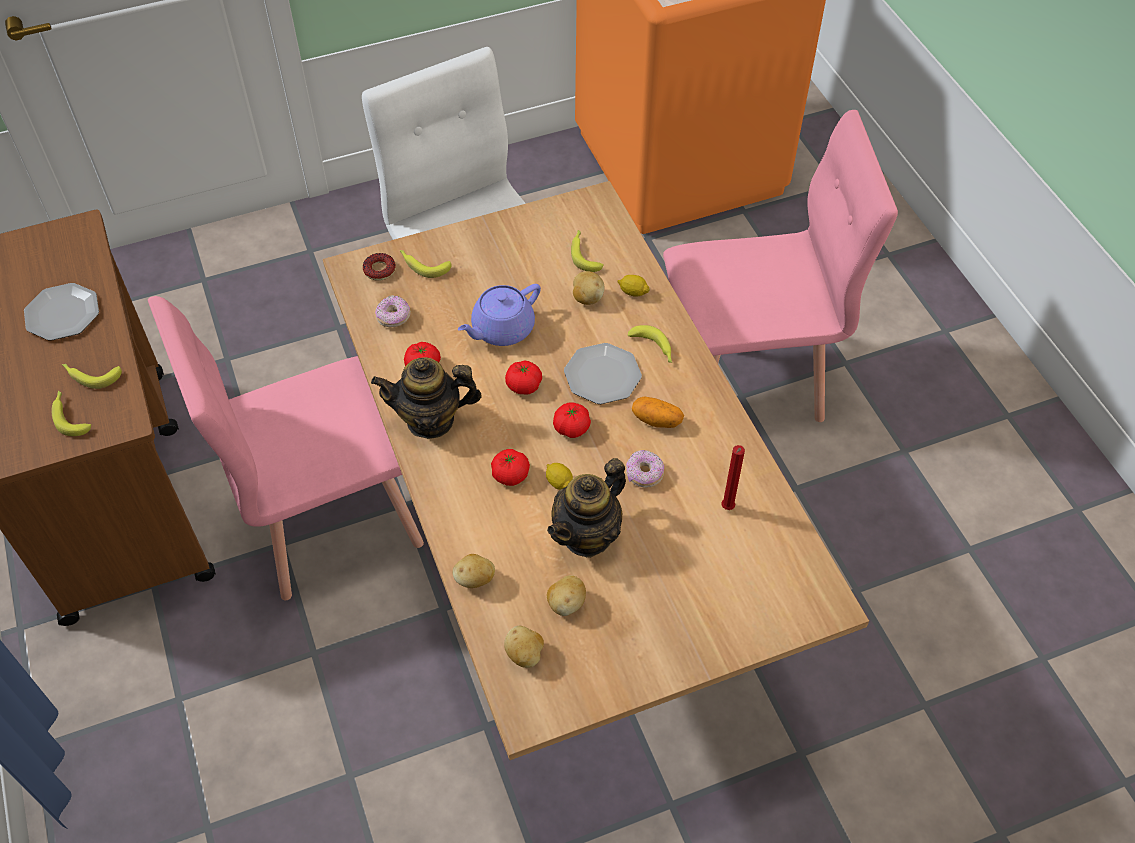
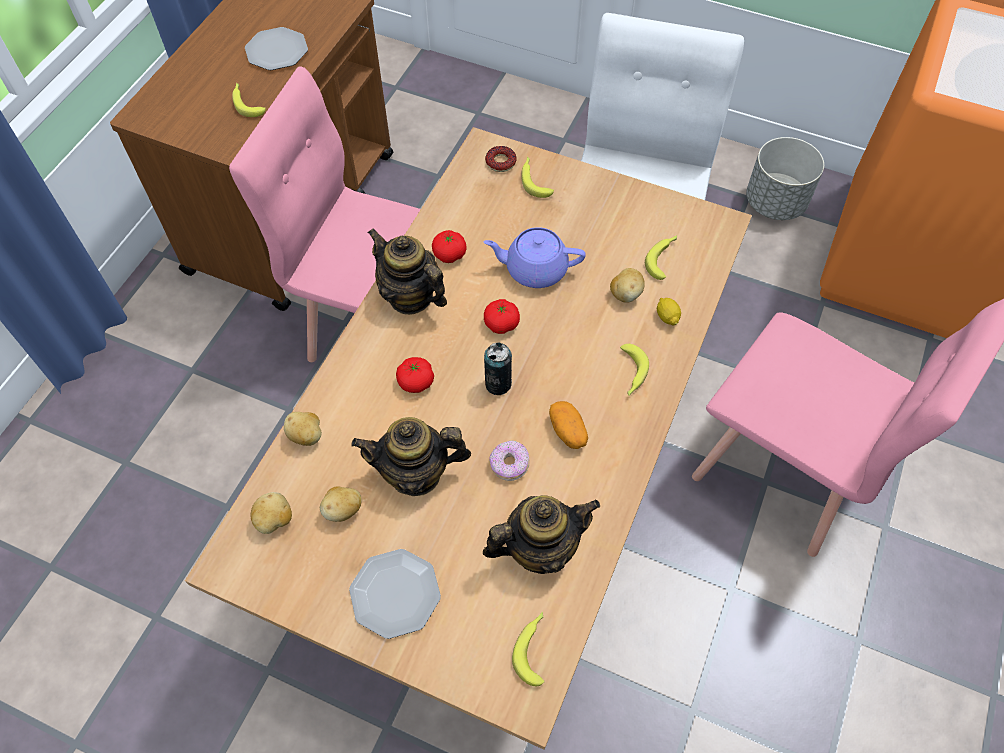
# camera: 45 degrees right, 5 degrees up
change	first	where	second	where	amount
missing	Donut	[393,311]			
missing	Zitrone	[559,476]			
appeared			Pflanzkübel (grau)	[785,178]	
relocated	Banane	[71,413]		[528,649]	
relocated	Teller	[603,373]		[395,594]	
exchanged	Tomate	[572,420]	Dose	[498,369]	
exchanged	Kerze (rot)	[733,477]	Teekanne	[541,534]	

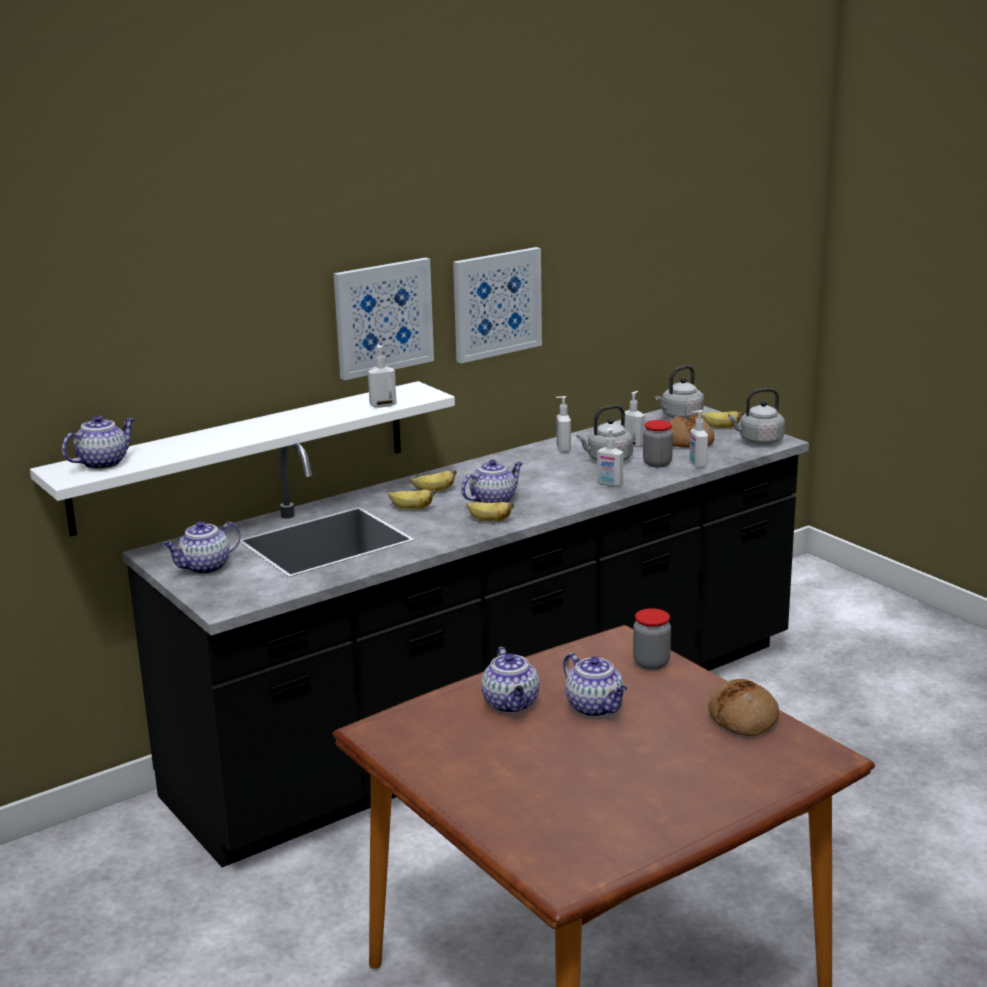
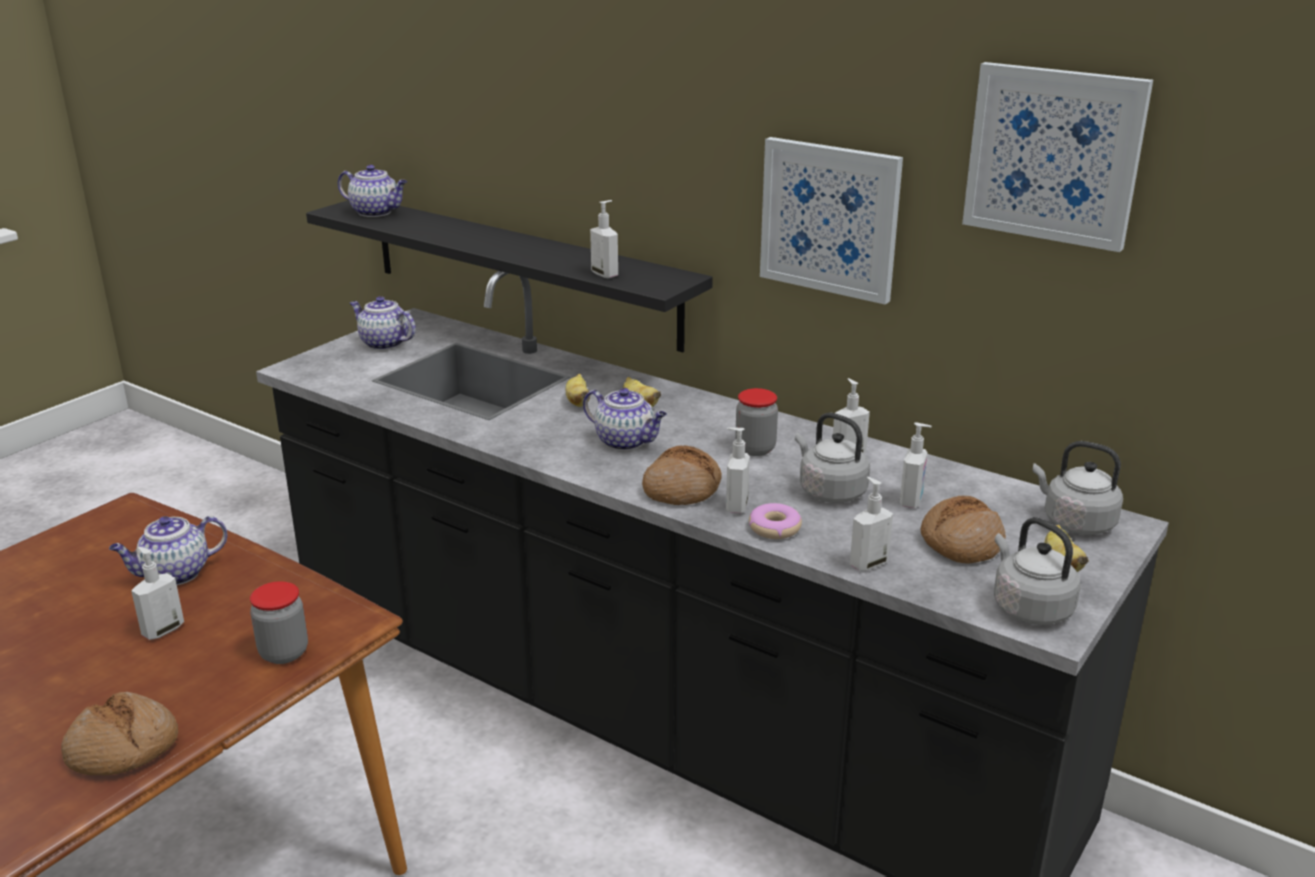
# camera: 70 degrees right, 5 degrees up
change	first	where	second	where	amount
missing	Banane	[490,512]			
appeared			Brot	[682,475]	
appeared			Donut	[775,521]	
relocated	Bild	[383,319]		[1057,157]	
relocated	Vorratsglas	[658,443]		[756,422]	
exchanged	Teekanne	[595,685]	Seifenspender	[157,593]	
colour	Wandregal (weiß)	[242,458]	Wandregal (schwarz)	[509,276]	

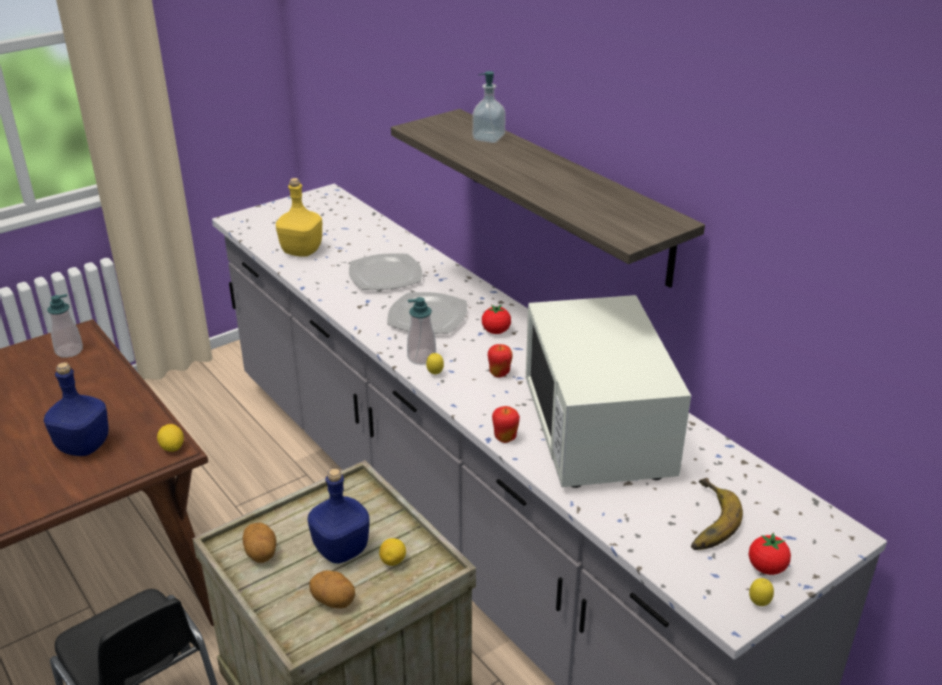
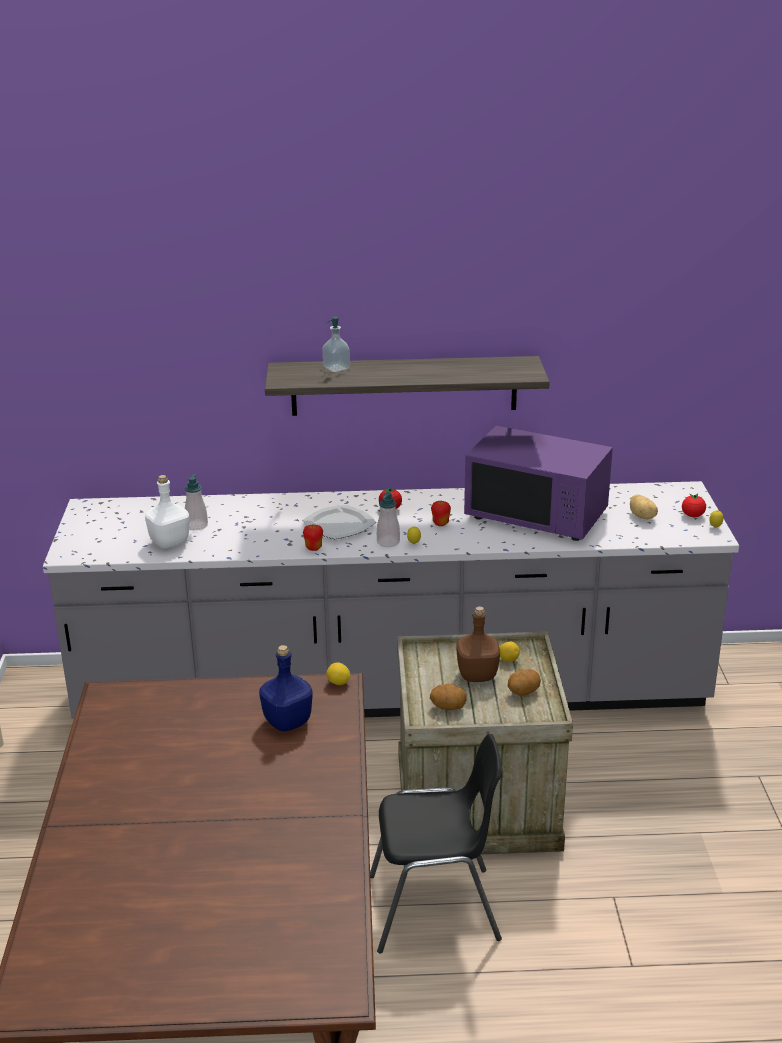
# camera: 55 degrees left, 5 degrees down
change	first	where	second	where	amount
missing	Teller	[385,271]			
relocated	Seifenspender	[65,326]		[196,502]	
relocated	Apfel	[506,424]		[313,538]	
exchanged	Banane	[717,514]	Kartoffel	[644,507]	
colour	Flasche (gelb)	[299,217]	Flasche (weiß)	[167,512]	
colour	Flasche (blau)	[339,515]	Flasche (braun)	[478,644]	
colour	Mikrowelle (weiß)	[608,391]	Mikrowelle (lila)	[538,483]	

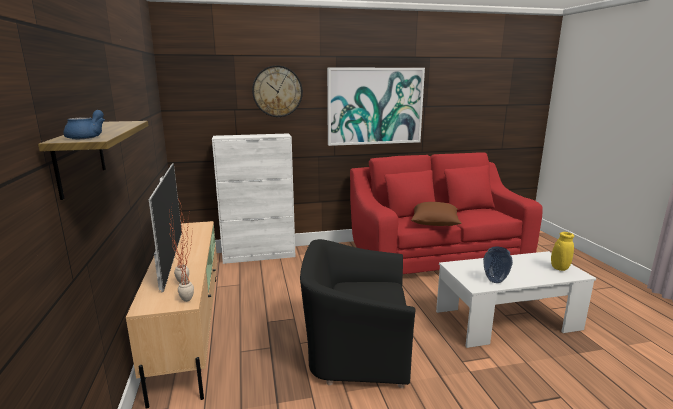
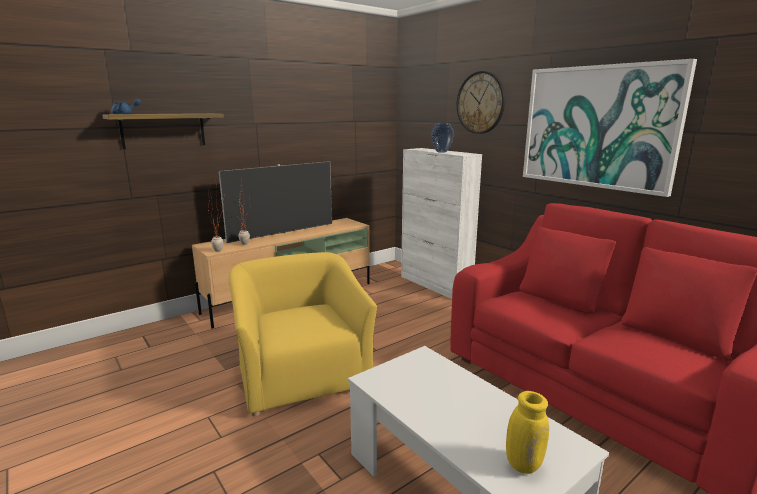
# camera: 65 degrees right, 0 degrees up
change	first	where	second	where	amount
missing	Kissen (braun)	[436,214]			
relocated	Vase	[498,264]		[442,138]	
colour	Sessel (schwarz)	[357,313]	Sessel (gelb)	[302,334]	

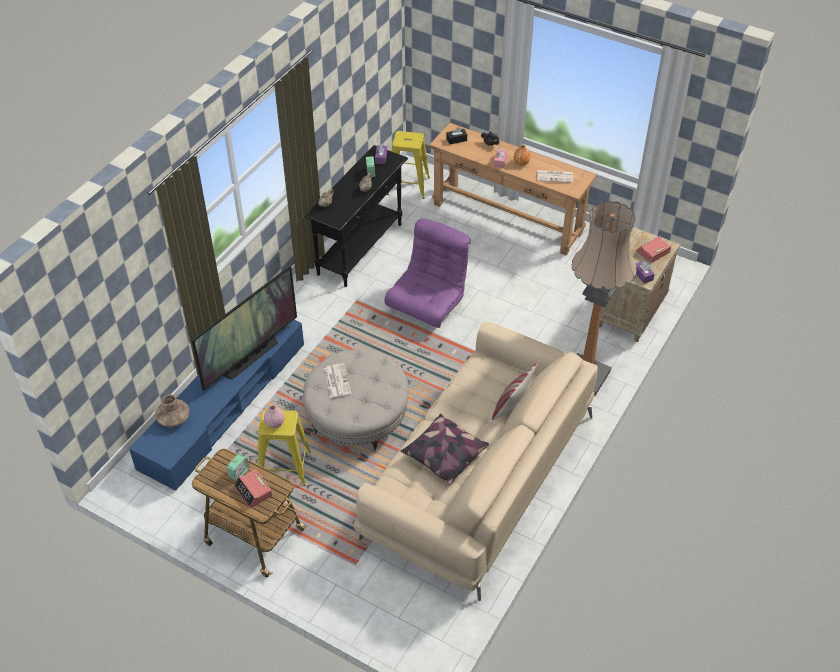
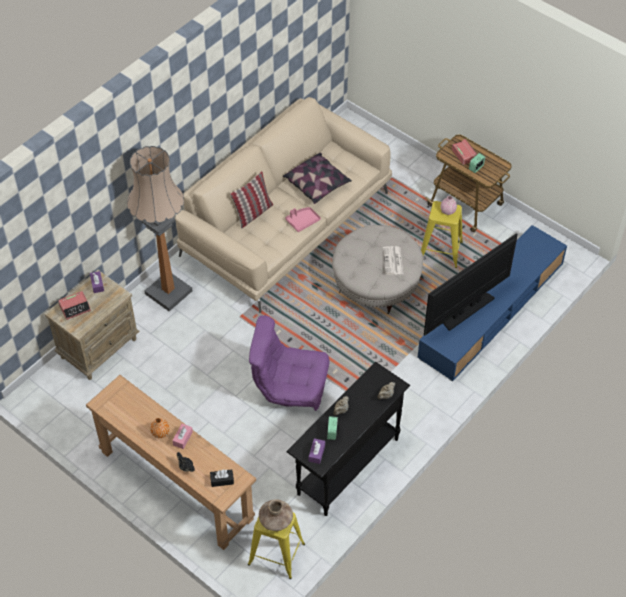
# camera: 170 degrees left, 5 degrees up
change	first	where	second	where	amount
missing	Zeitung	[555,176]			
appeared			Tablett (rosa)	[303,219]	
relocated	Vase (braun)	[172,410]		[276,515]	
spun	Sessel (lila)	[428,273]		[289,363]	60 degrees clockwise

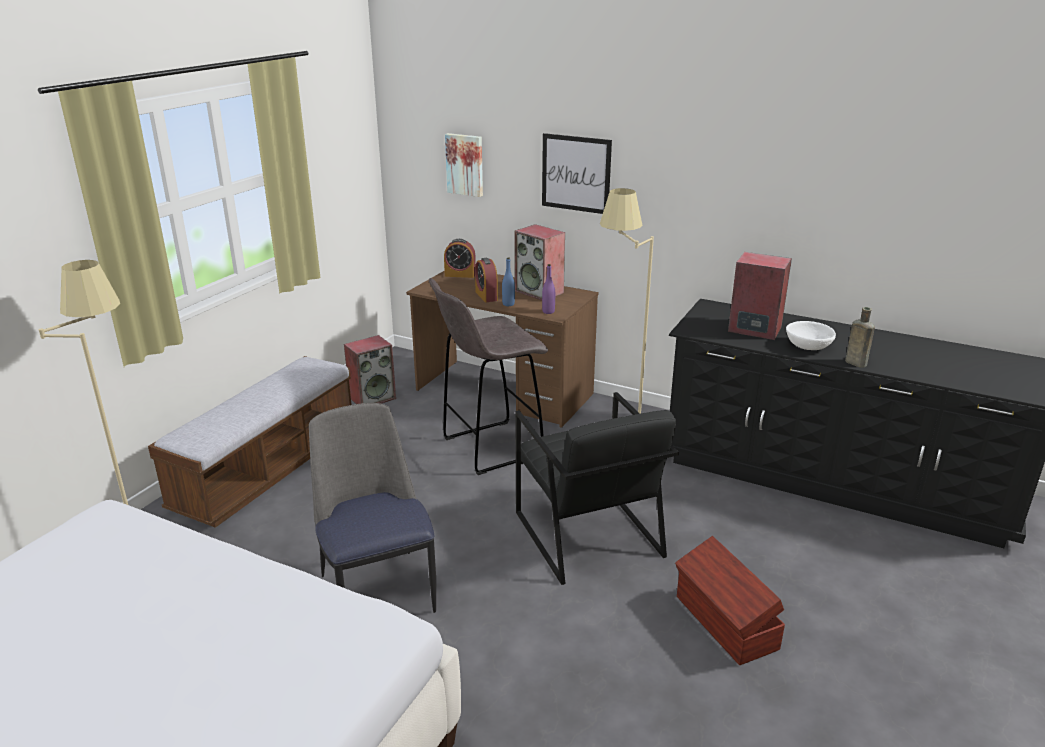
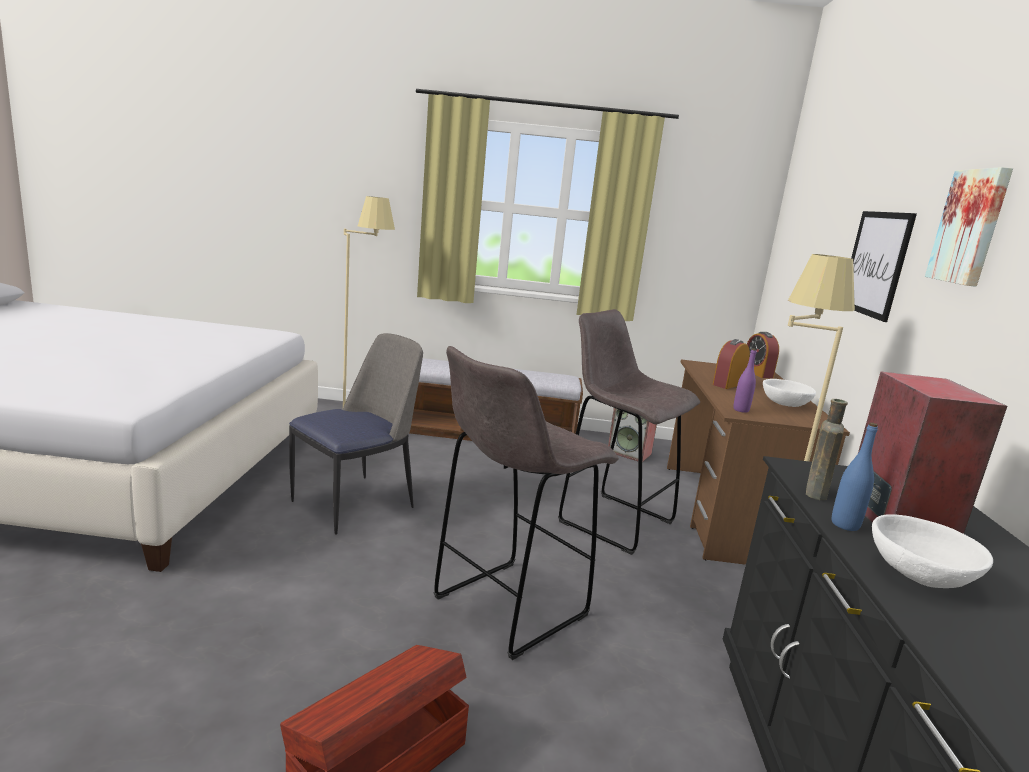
# camera: 65 degrees right, 10 degrees down
change	first	where	second	where	amount
relocated	Bild	[464,165]		[969,227]	
relocated	Flasche (blau)	[508,281]		[855,477]	
relocated	Flasche (braun)	[860,337]		[827,449]	
exchanged	Lautsprecher	[539,262]	Schüssel (weiß)	[789,393]	
exchanged	Sessel (schwarz)	[597,488]	Hocker (grau)	[526,503]	

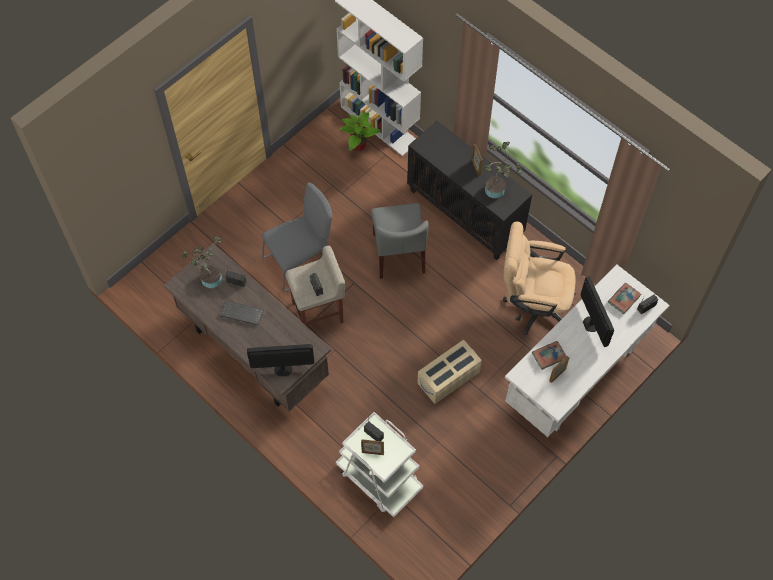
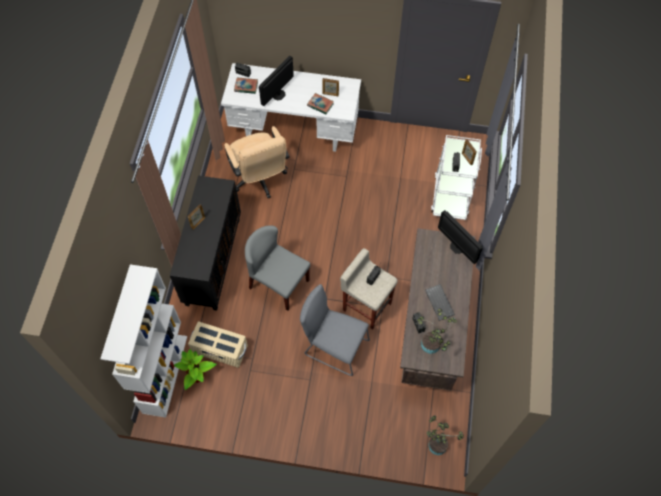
# camera: 125 degrees left, 0 degrees up
change	first	where	second	where	amount
relocated	Aufbewahrungsbox (beige)	[449,372]		[218,344]	
relocated	Topfpflanze	[503,170]		[445,435]	
spun	Stuhl (grau)	[400,241]		[277,268]	105 degrees counterclockwise

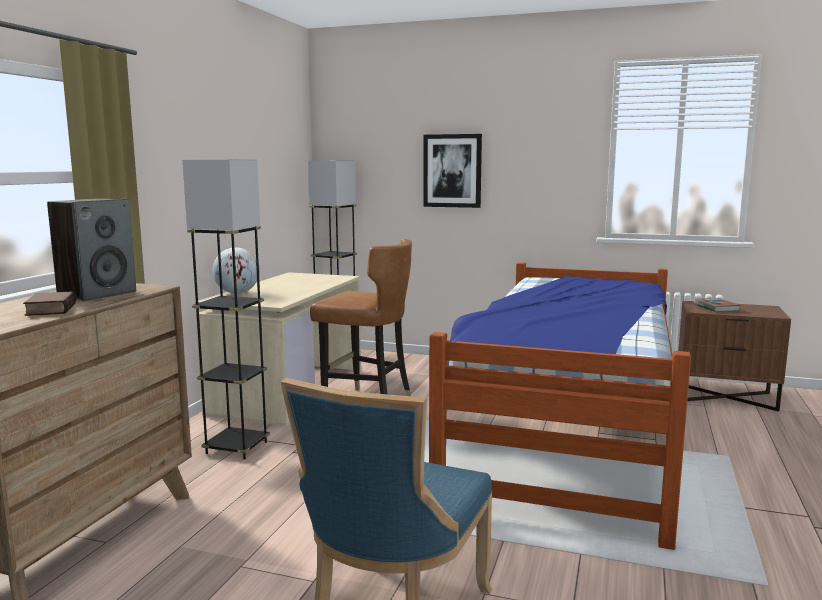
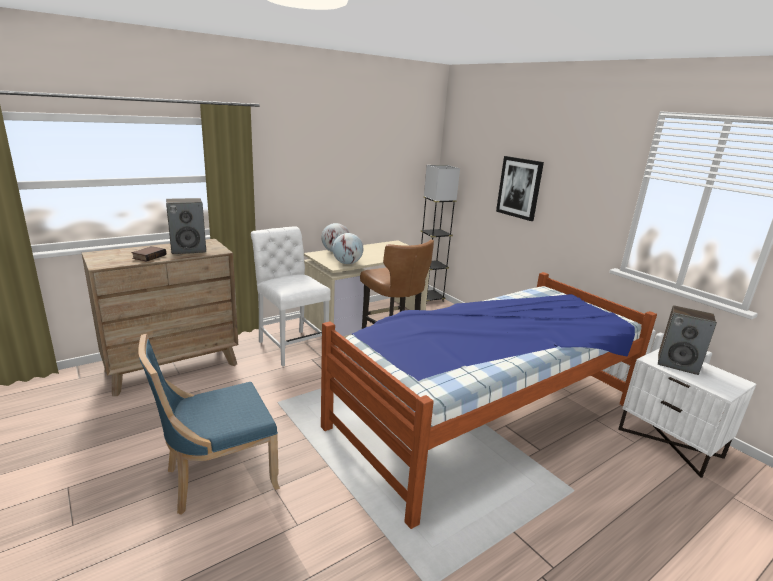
# camera: 35 degrees right, 10 degrees up
change	first	where	second	where	amount
appeared			Globus	[347,248]	
exchanged	Stehlampe (grau)	[226,310]	Stuhl (weiß)	[291,296]	
exchanged	Buch	[717,305]	Lautsprecher	[687,340]	
colour	Nachttisch (braun)	[734,356]	Nachttisch (weiß)	[687,413]	

